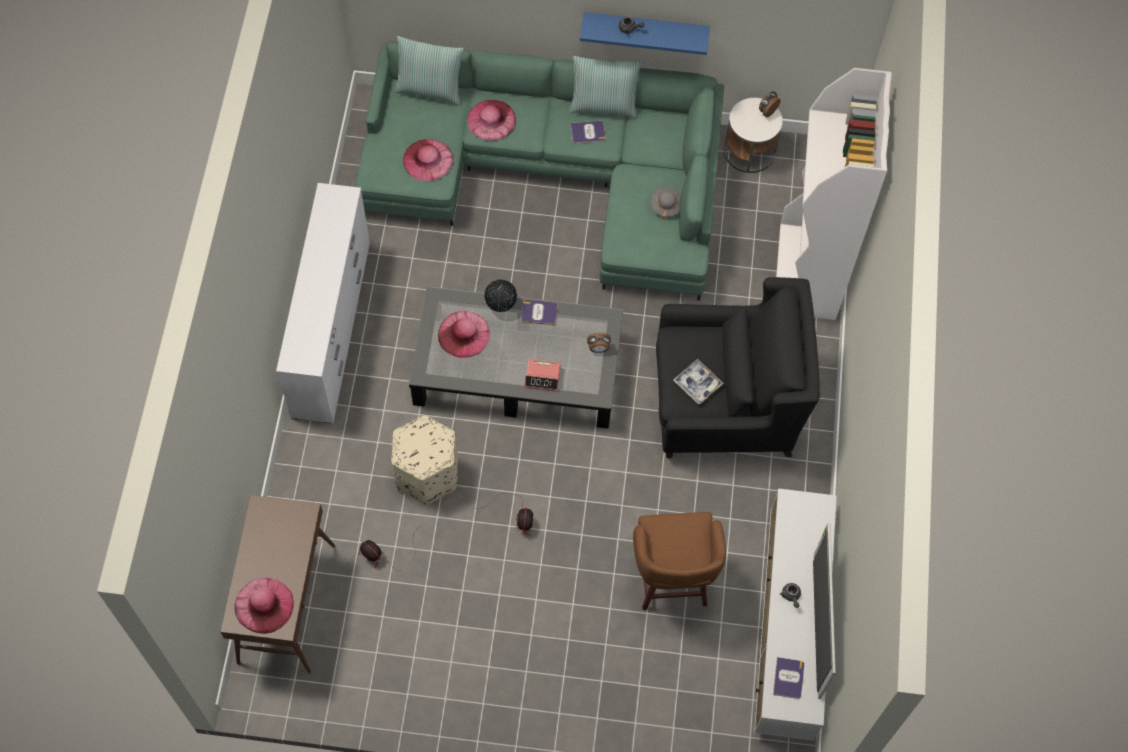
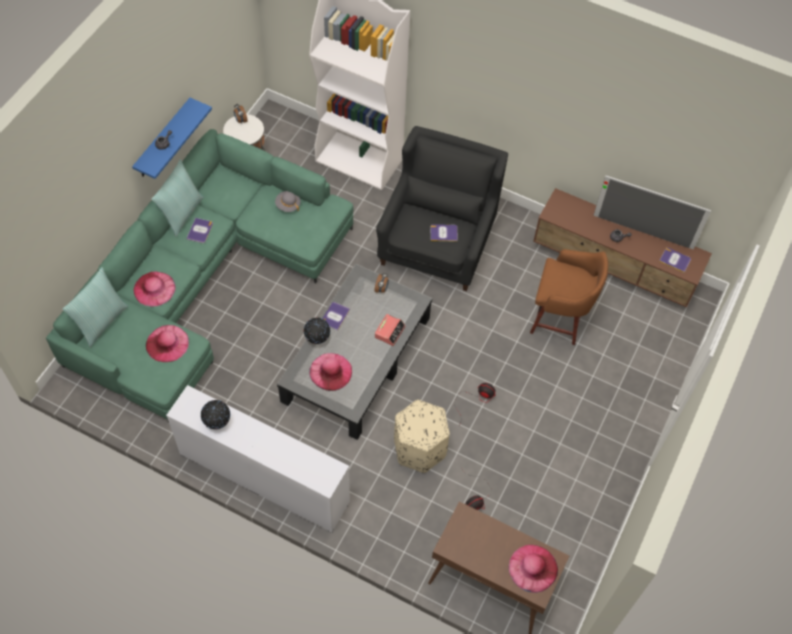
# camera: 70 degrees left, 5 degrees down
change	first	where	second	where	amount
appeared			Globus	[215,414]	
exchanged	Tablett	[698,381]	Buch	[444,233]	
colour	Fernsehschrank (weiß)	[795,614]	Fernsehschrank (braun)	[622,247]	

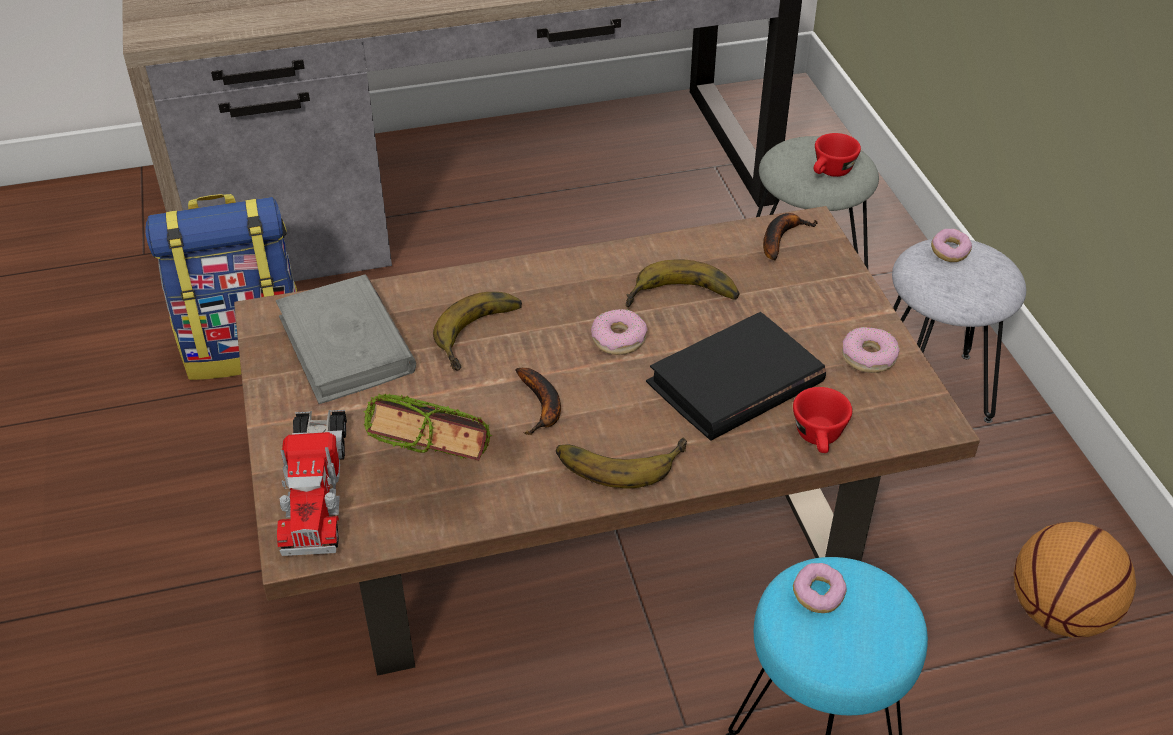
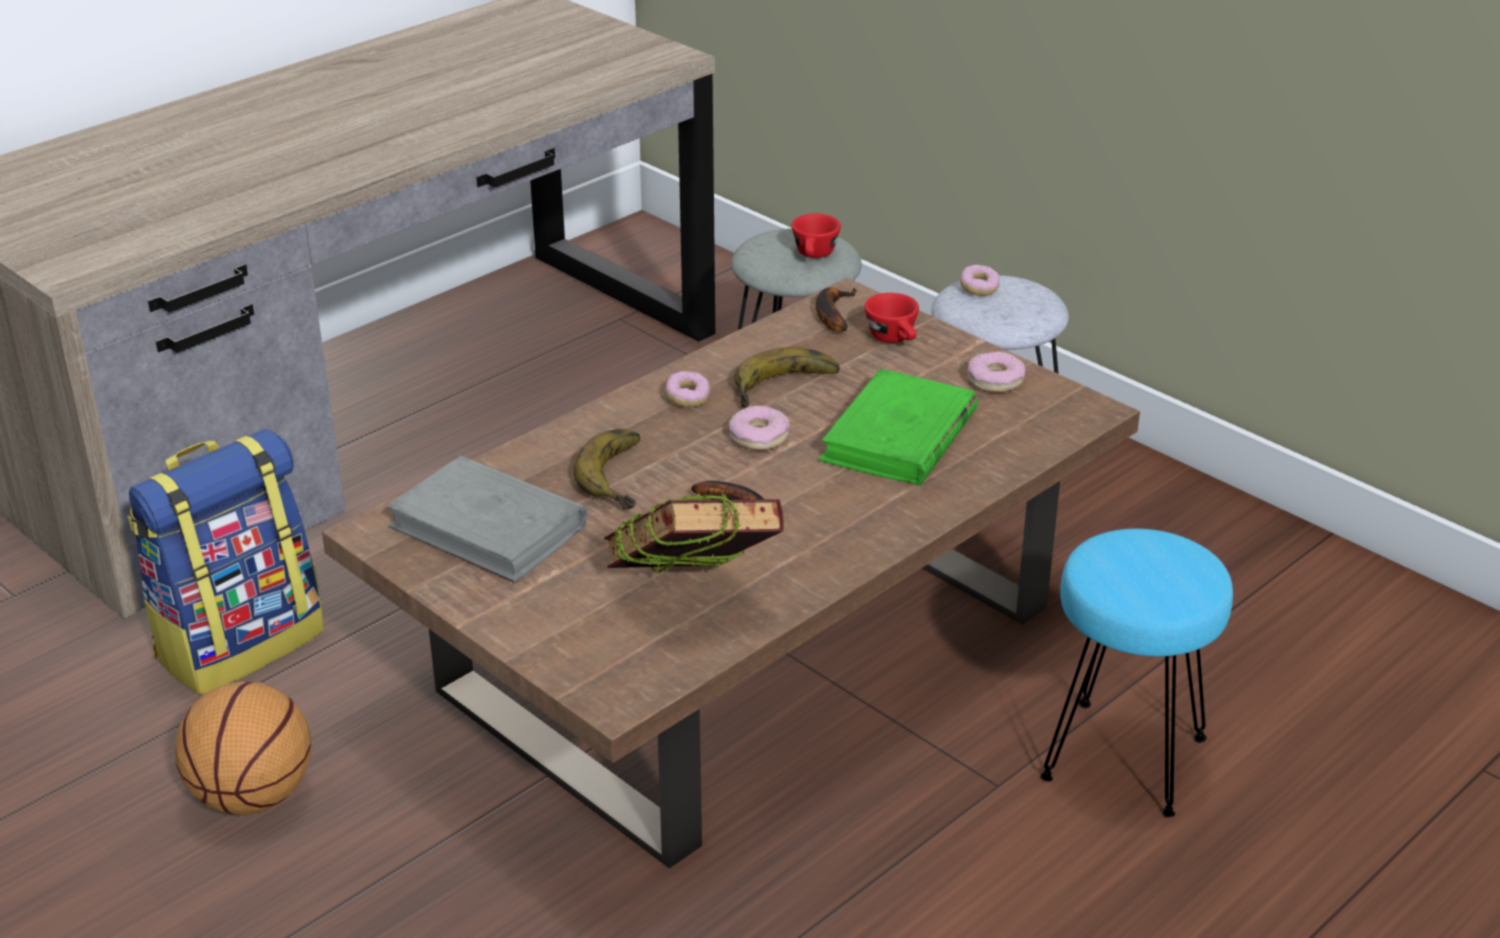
# camera: 30 degrees left, 10 degrees down
change	first	where	second	where	amount
missing	Spielzeuglaster	[312,483]			
missing	Banane	[621,462]			
relocated	Tasse (rot)	[822,420]		[891,318]	
relocated	Donut	[820,588]		[687,389]	
relocated	Basketball	[1074,580]		[243,748]	
colour	Buch (schwarz)	[736,376]	Buch (grün)	[898,427]	

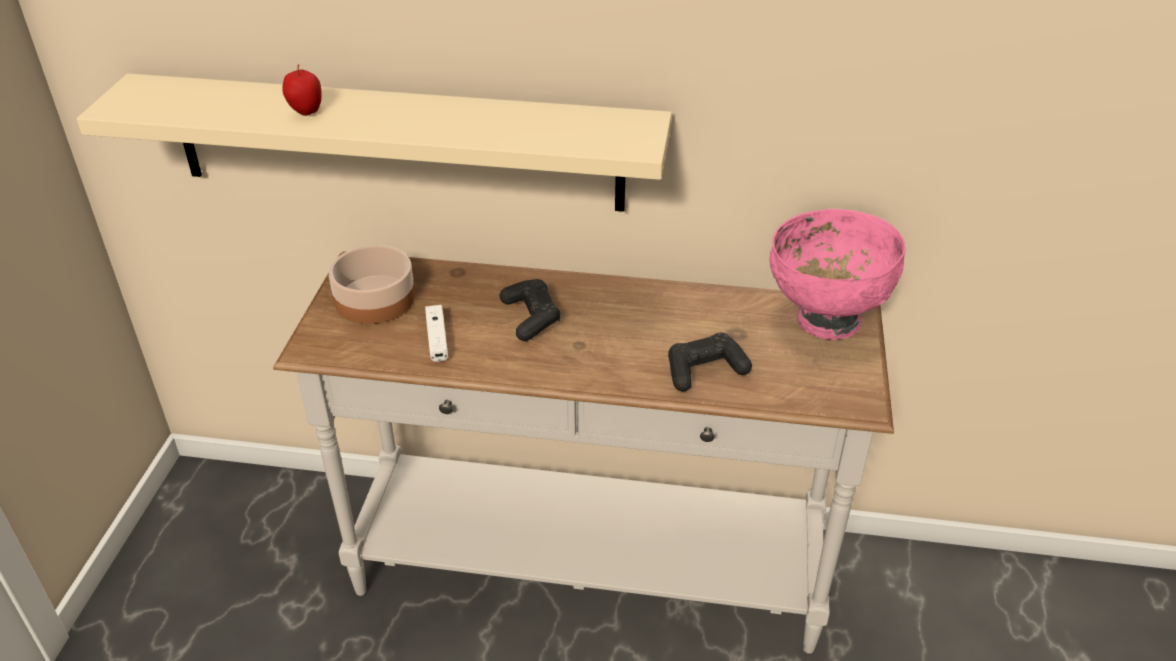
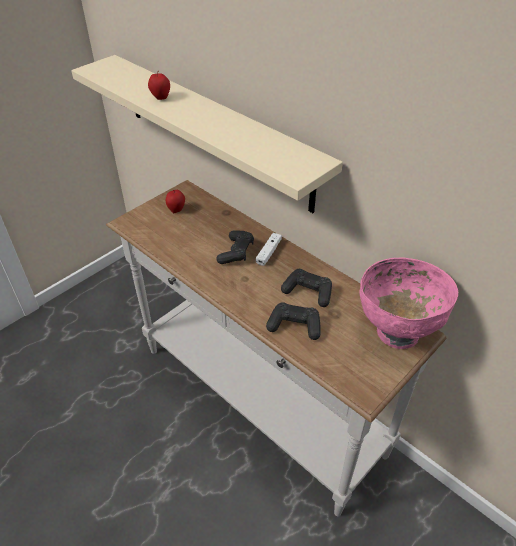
# camera: 35 degrees right, 5 degrees up
change	first	where	second	where	amount
appeared			Gamepad (schwarz)	[306,288]	
relocated	Gamepad (weiß)	[436,333]		[269,249]	
exchanged	Schüssel	[372,284]	Apfel	[175,201]	

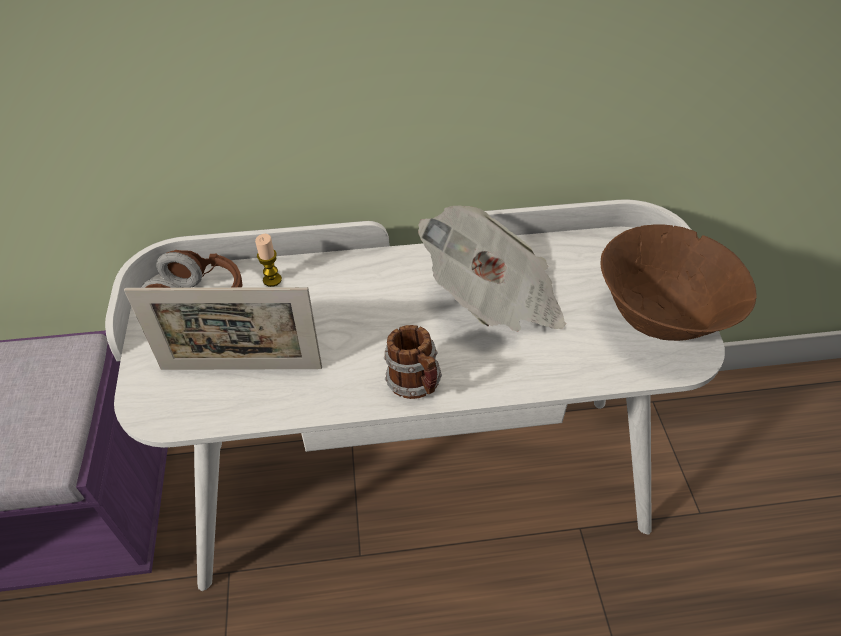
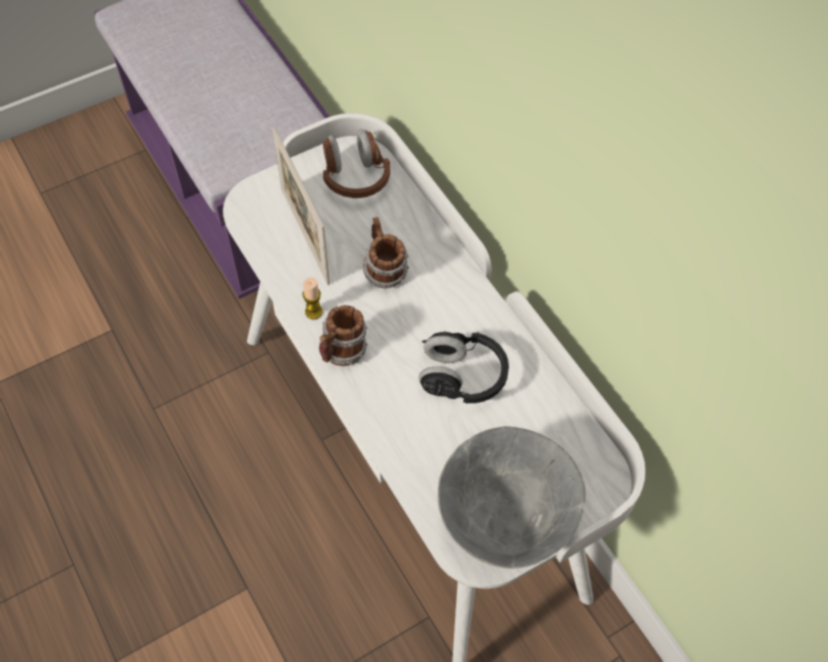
# camera: 65 degrees right, 10 degrees up
change	first	where	second	where	amount
appeared			Henkelbecher	[386,252]	
relocated	Kerze	[268,260]		[312,298]	
exchanged	Zeitung	[492,269]	Kopfhörer (schwarz)	[464,368]	
colour	Schüssel (braun)	[679,282]	Schüssel (grau)	[512,497]	

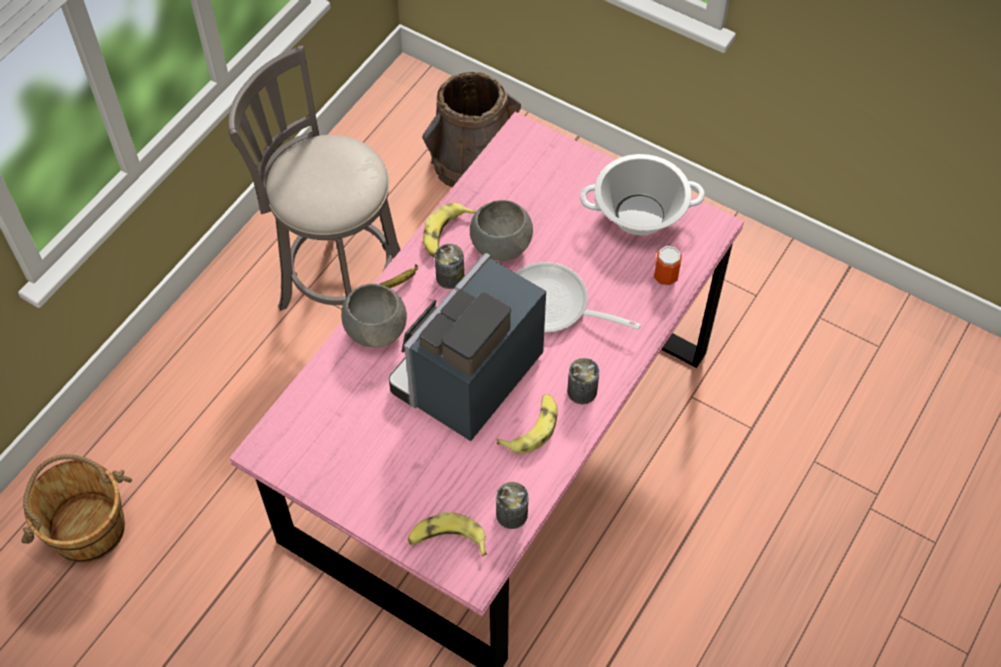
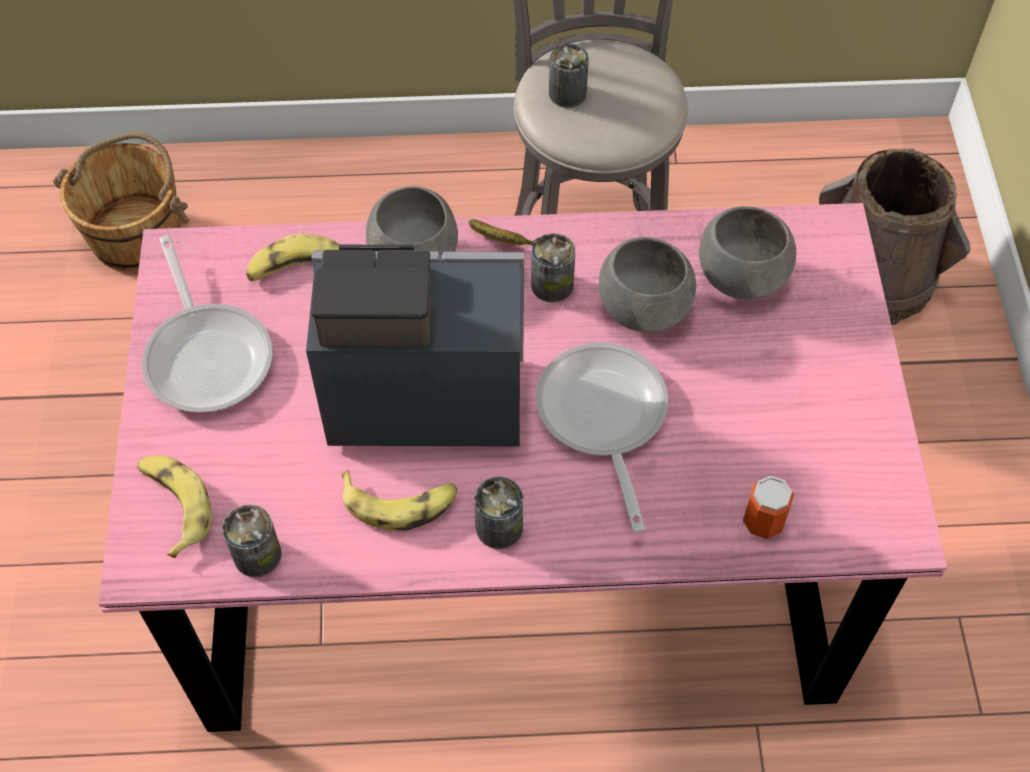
# camera: 55 degrees right, 0 degrees up
change	first	where	second	where	amount
missing	Kochtopf	[642,194]			
appeared			Pfanne	[207,324]	
appeared			Dose	[569,75]	
appeared			Schüssel (grau)	[747,252]	
relocated	Banane	[449,230]		[293,258]	

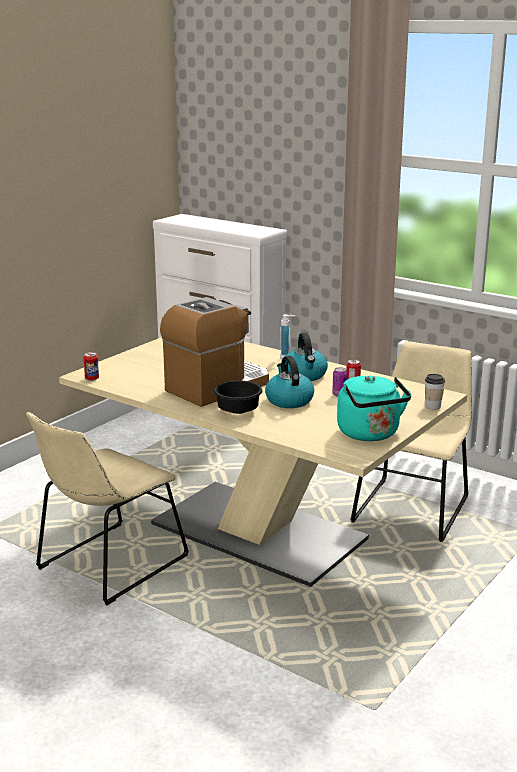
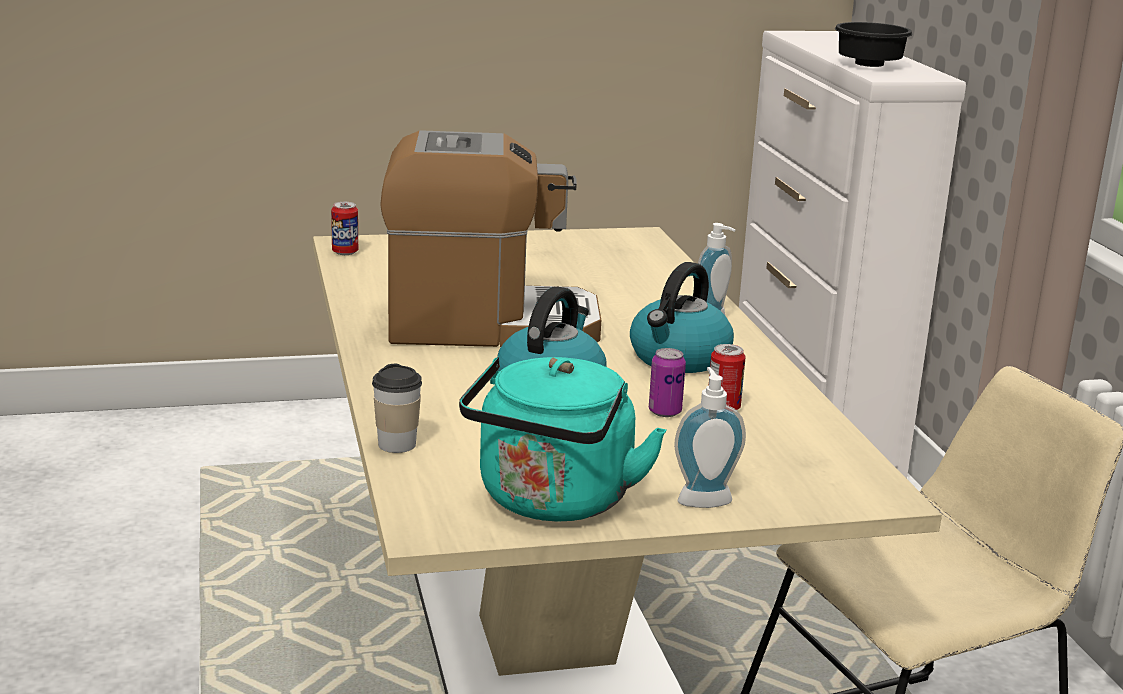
# camera: 40 degrees right, 0 degrees up
change	first	where	second	where	amount
missing	Stuhl (beige)	[107,508]			
appeared			Seifenspender	[710,437]	
relocated	Schüssel (schwarz)	[237,397]		[873,44]	
relocated	Tasse	[435,392]		[397,408]	

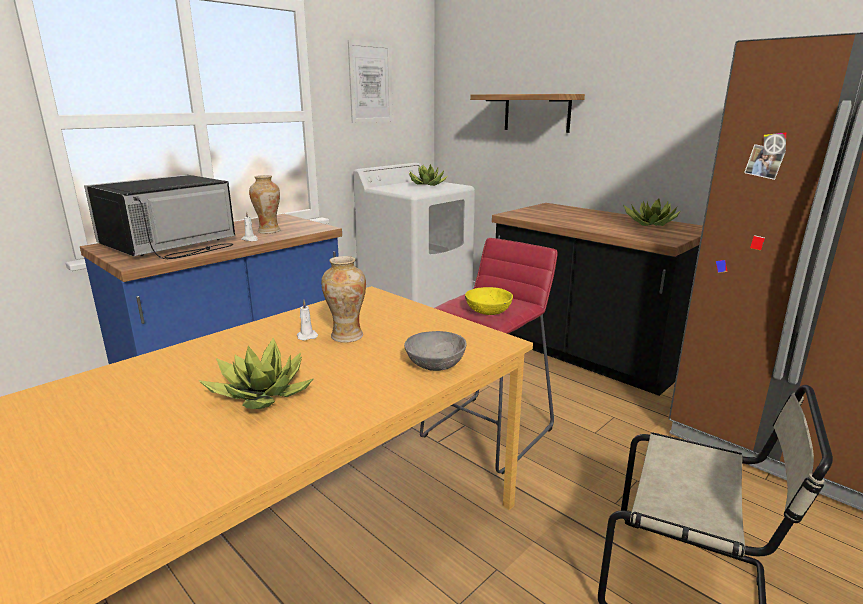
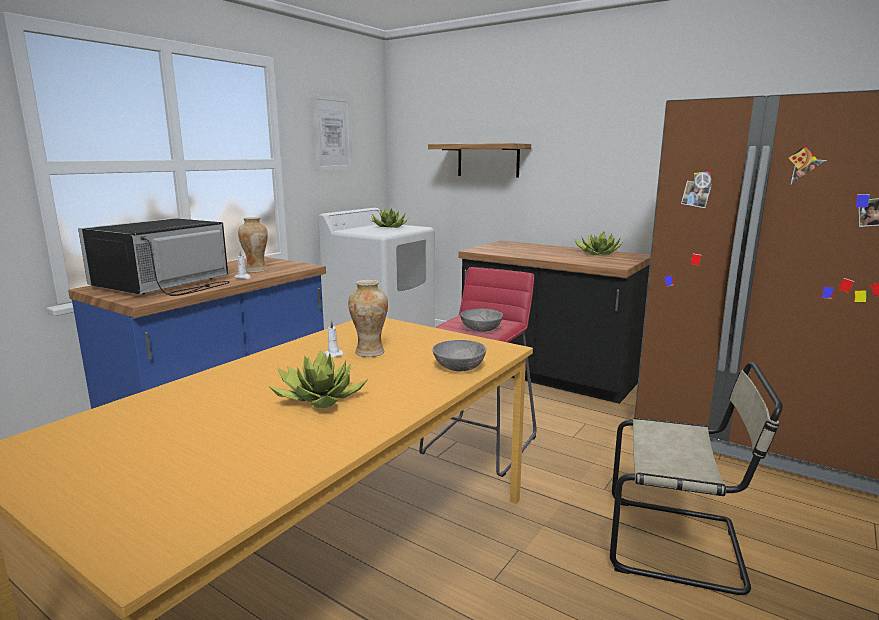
# camera: 10 degrees left, 5 degrees down
change	first	where	second	where	amount
colour	Schüssel (gelb)	[489,301]	Schüssel (grau)	[481,320]	

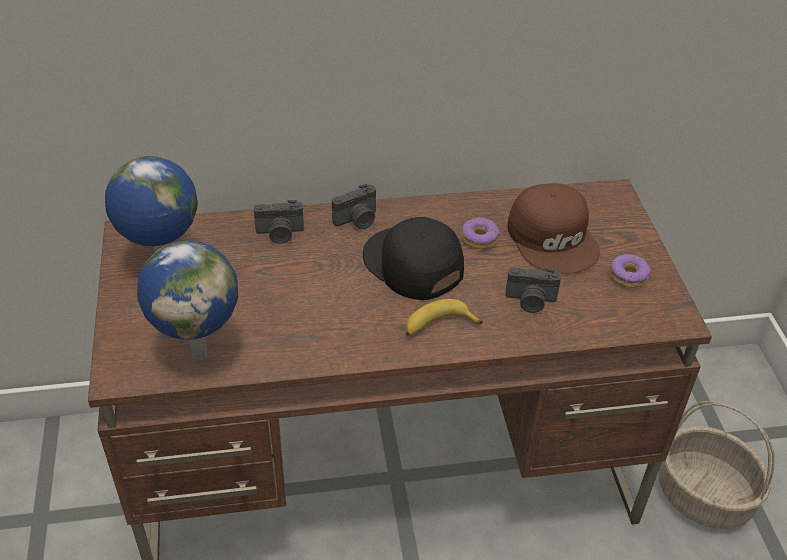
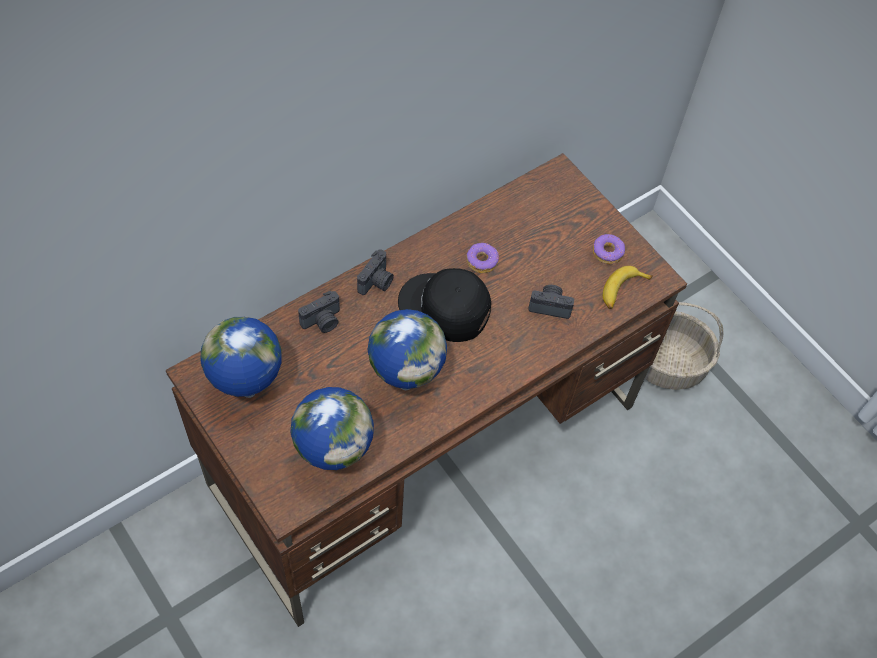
# camera: 30 degrees left, 15 degrees up
change	first	where	second	where	amount
missing	Kappe (braun)	[554,228]			
appeared			Globus	[407,349]	
relocated	Banane	[444,317]		[628,287]	
spun	Kamera	[533,290]		[551,302]	150 degrees counterclockwise

